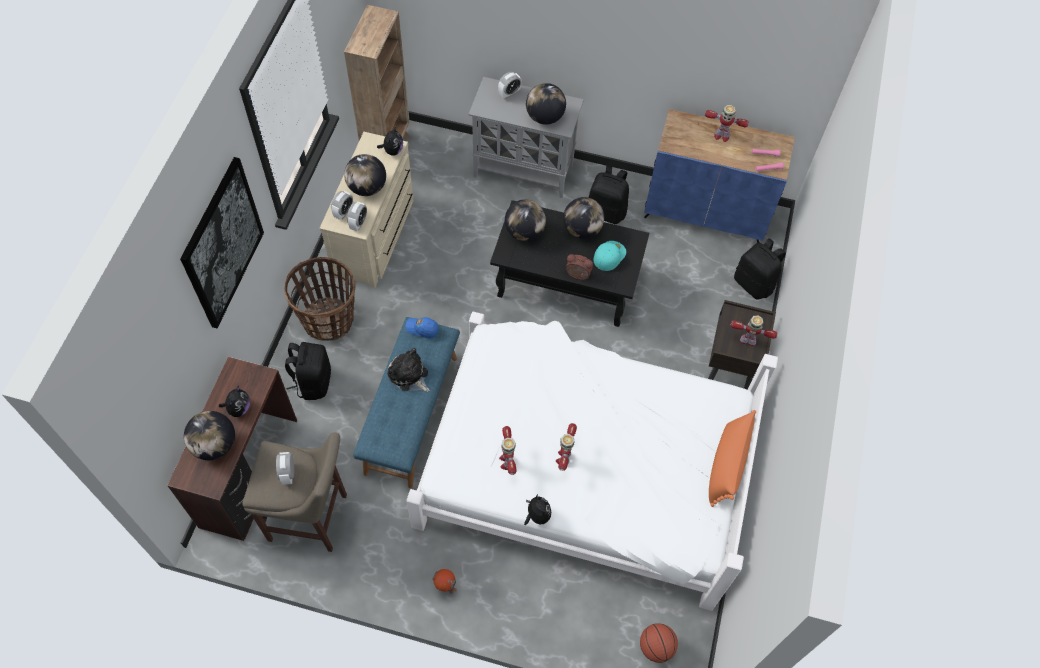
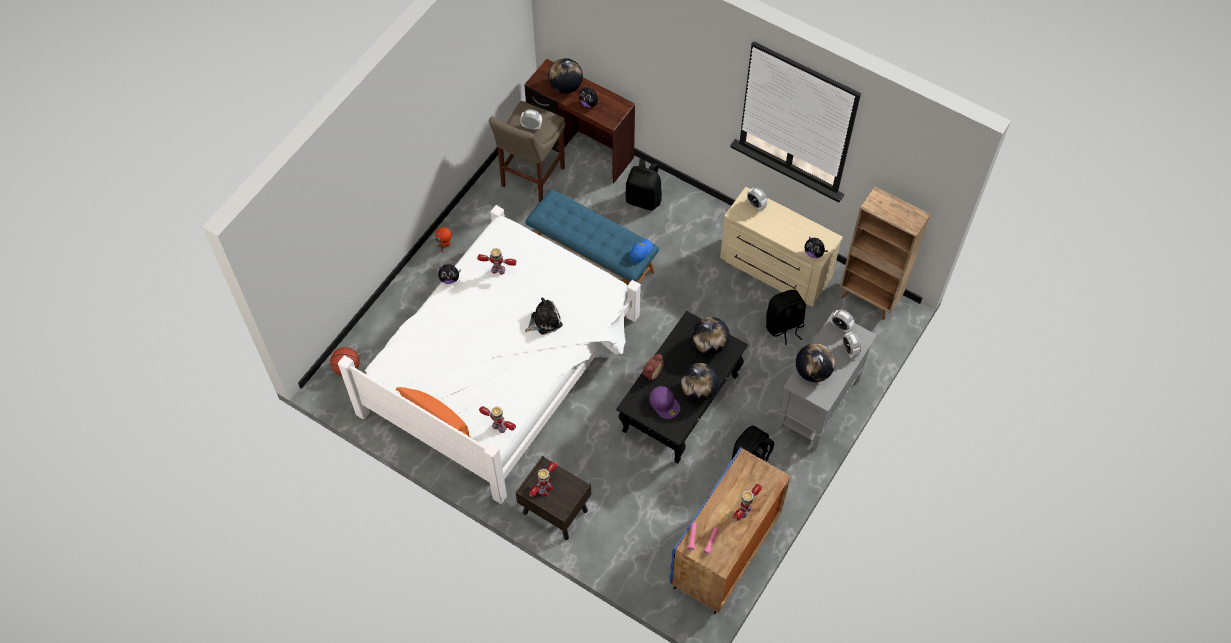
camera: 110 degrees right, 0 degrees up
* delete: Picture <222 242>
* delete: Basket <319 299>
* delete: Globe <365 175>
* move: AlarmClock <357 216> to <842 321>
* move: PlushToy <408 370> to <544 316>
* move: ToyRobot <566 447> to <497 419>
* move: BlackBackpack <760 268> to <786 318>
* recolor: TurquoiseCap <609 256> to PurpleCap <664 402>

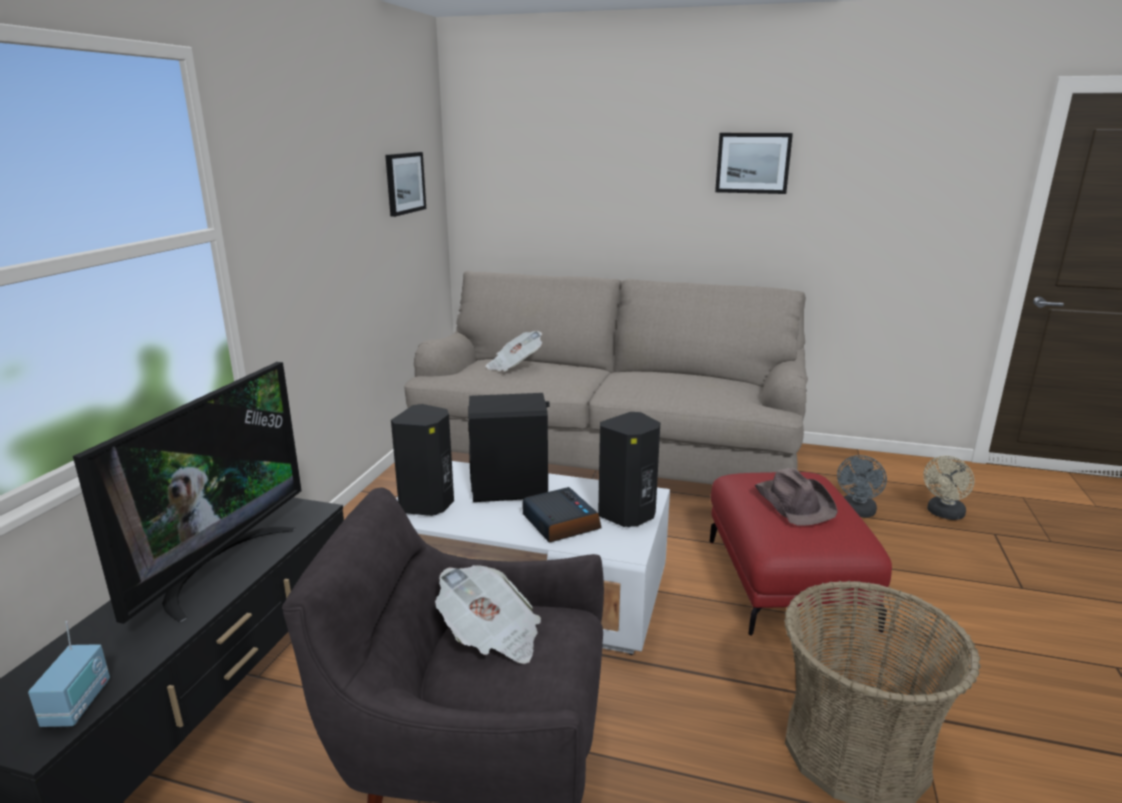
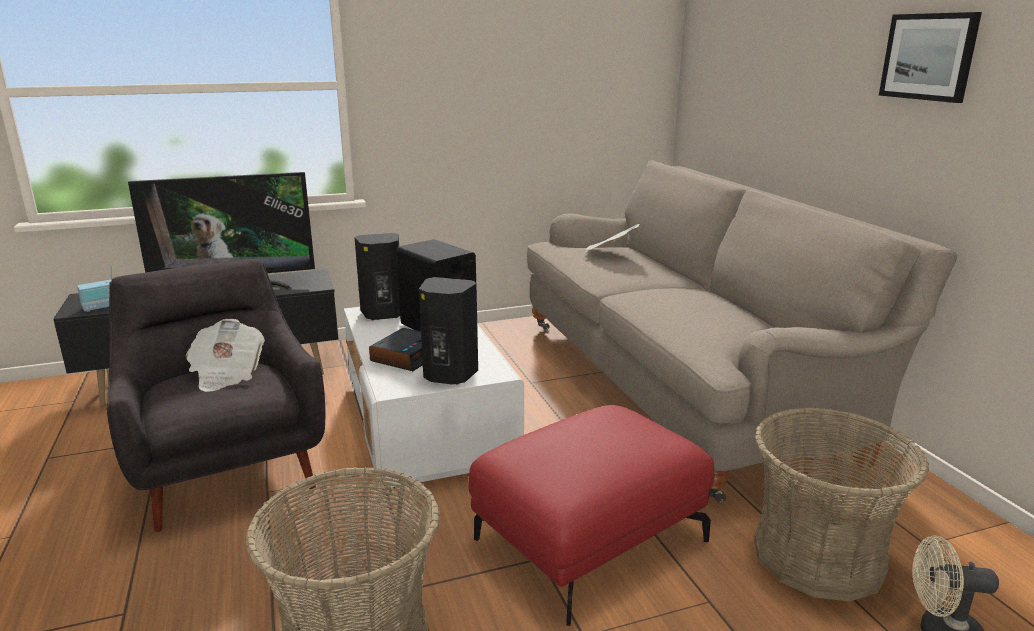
camera: 55 degrees right, 0 degrees up
* delete: Picture <405 184>
* delete: BrownHat <796 496>
* replace: GreyFan <862 486> to Basket <841 505>

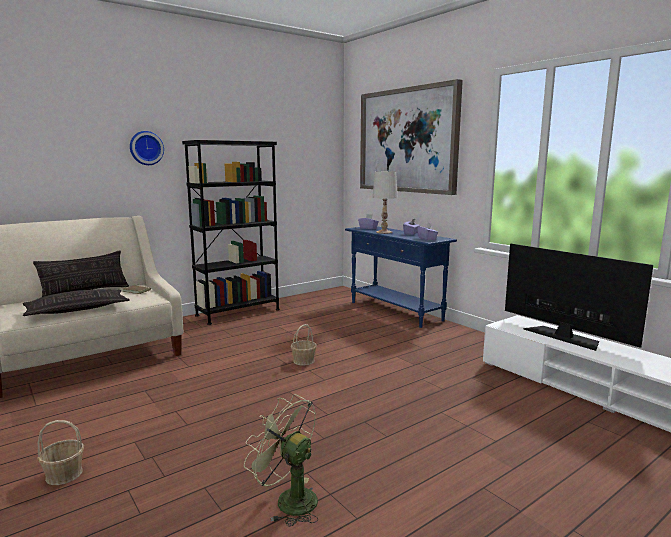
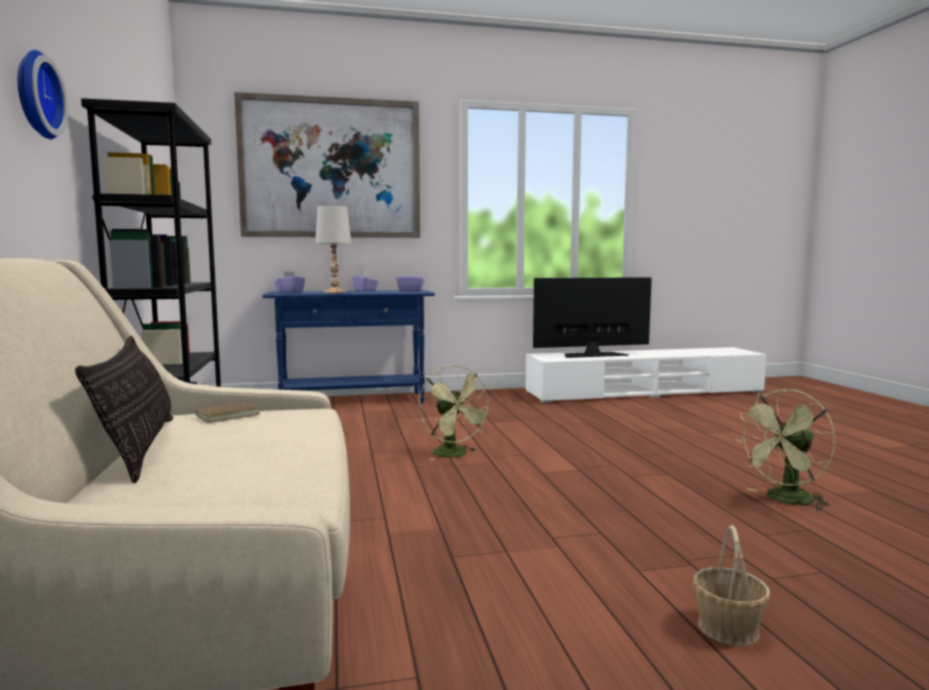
camera: 65 degrees left, 5 degrees down
* delete: Pillow <76 302>
* replace: Basket <304 345> to GreenFan <456 413>

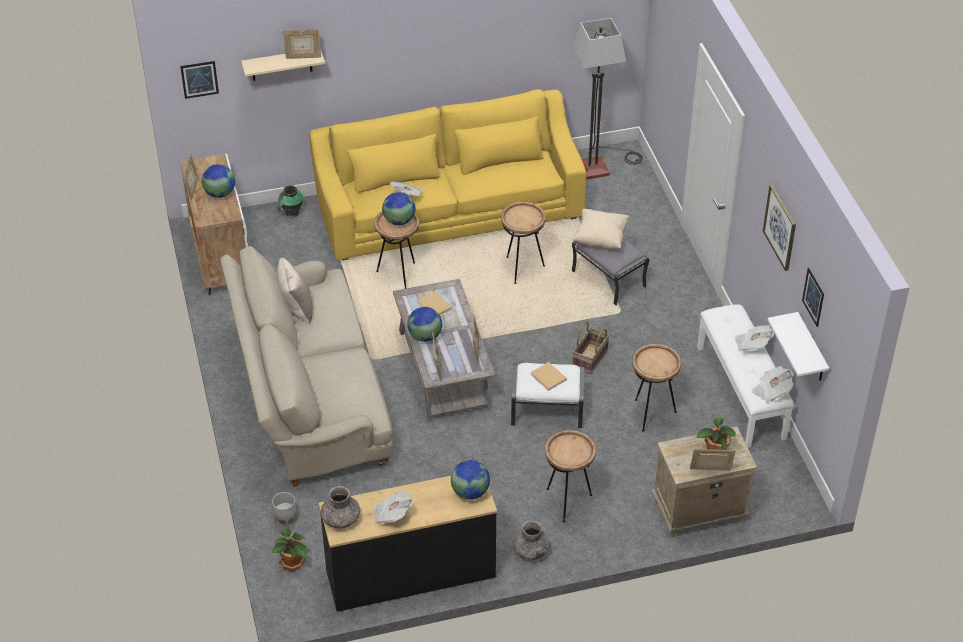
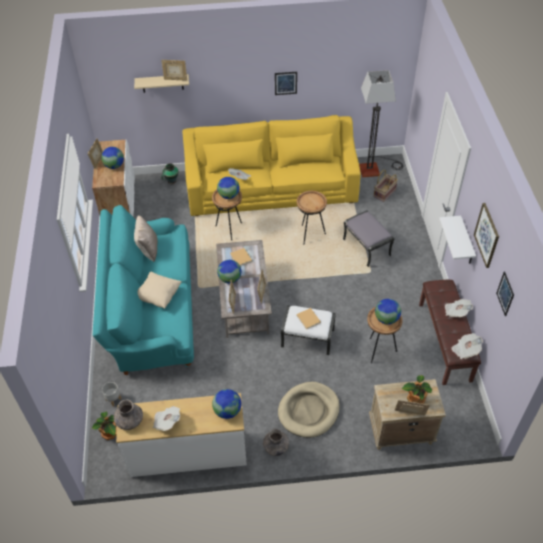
camera: 10 degrees right, 5 degrees up
* insert: Globe <388 312>
* move: Picture <199 80> to <286 83>
* move: BeigePillow <601 229> to <159 290>
* move: Basket <591 347> to <385 185>
* move: WhiteShelf <798 346> to <457 240>
* replace: BrownSideTable <570 476> to BeigeDogBed <309 410>
* recolor: BeigeSofa <306 366> to TurquoiseSofa <143 290>
* recolor: BlackDresser <408 544> to WhiteDresser <181 435>
* recolor: WhiteBench <746 376> to BrownBench <450 332>

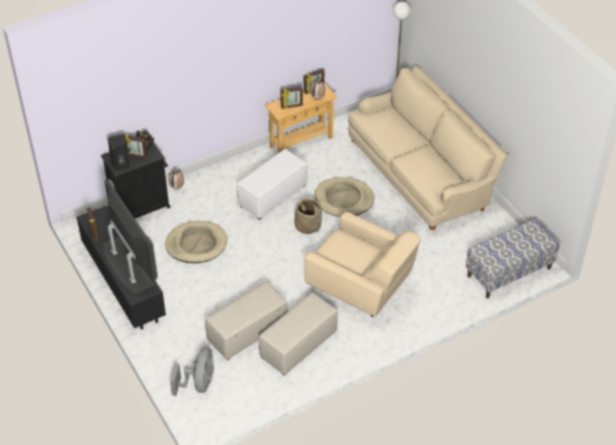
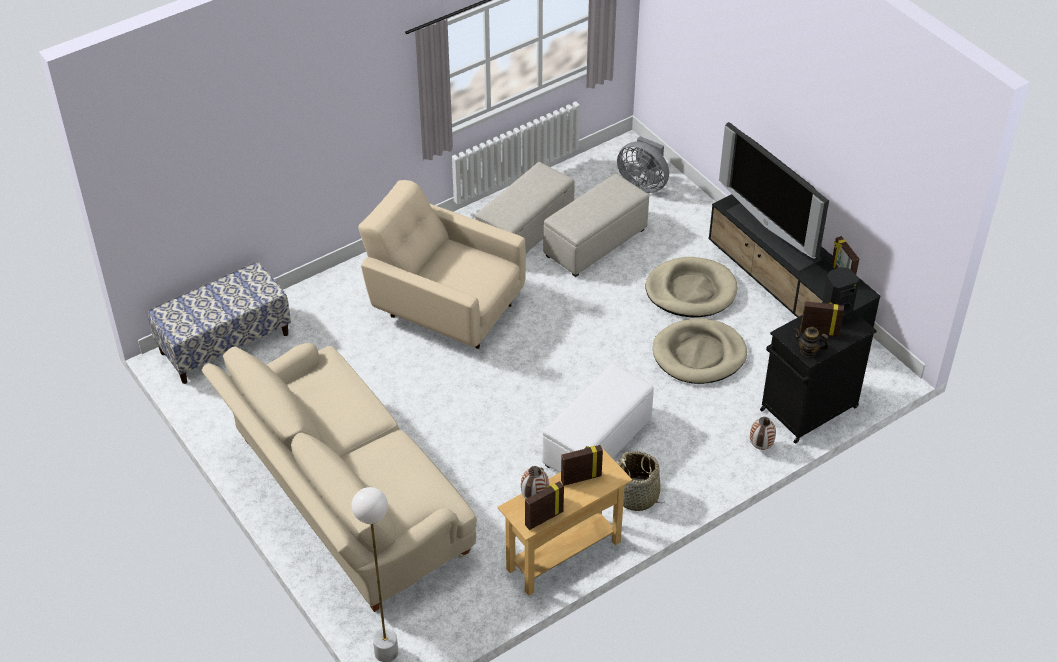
camera: 175 degrees right, 0 degrees up
* move: Basket <308 216> to <641 481>
* move: BeigeDogBed <344 197> to <692 287>
* rotate: GreyFan <192 371> = <643 164> 60 degrees counterclockwise

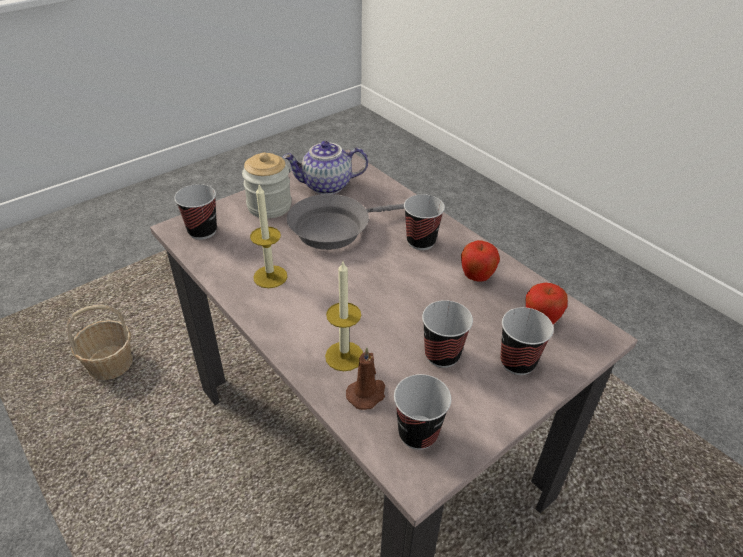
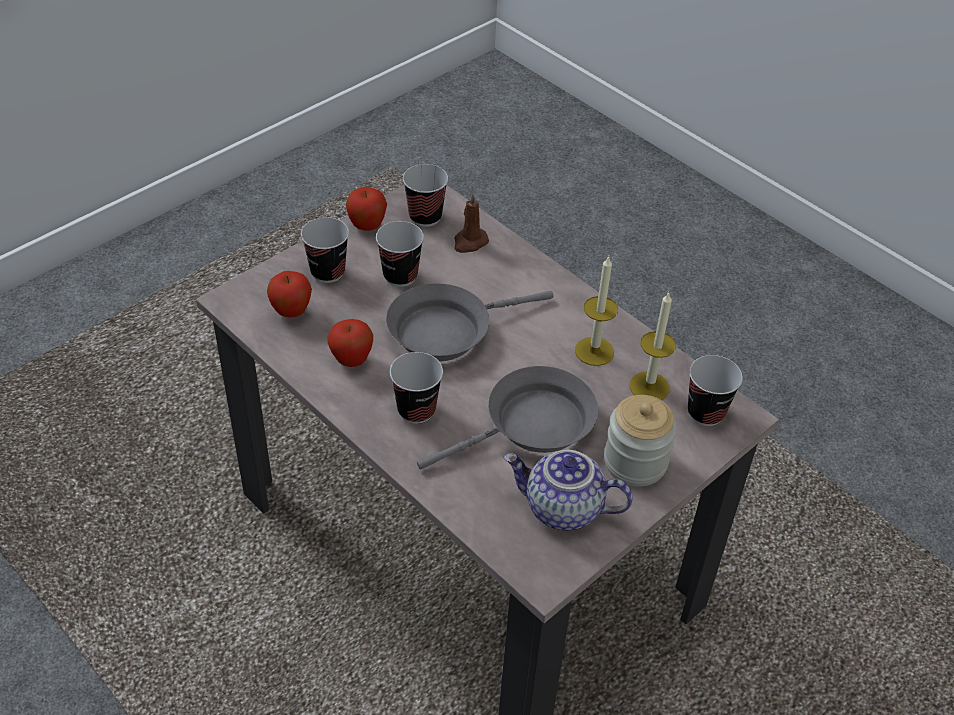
camera: 175 degrees right, 5 degrees up
* delete: Basket <100 342>
* insert: Apple <366 209>
* insert: GreyFryingPan <470 322>
* move: Candle <344 316> to <652 346>
* rotate: Teapot <325 167> = <568 490> 150 degrees counterclockwise

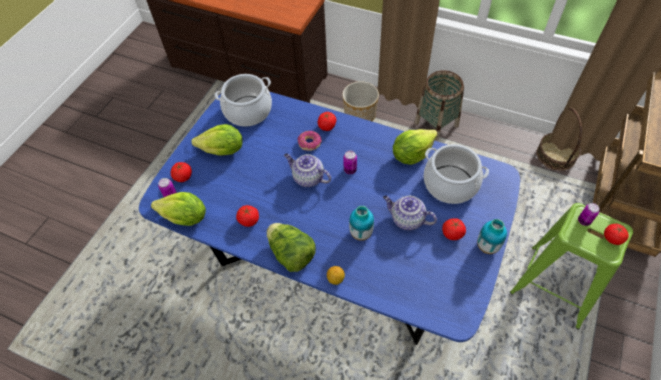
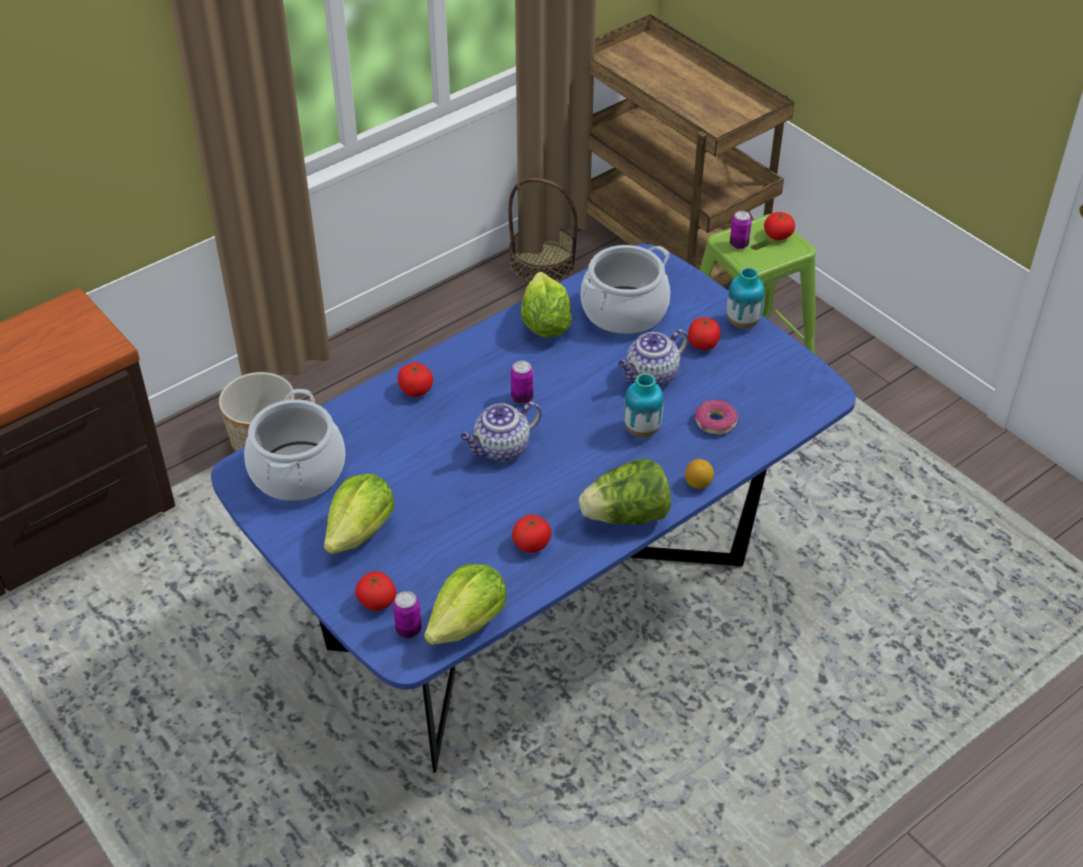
camera: 65 degrees left, 10 degrees down
* delete: Basket <439 105>
* move: Donut <310 141> to <716 417>

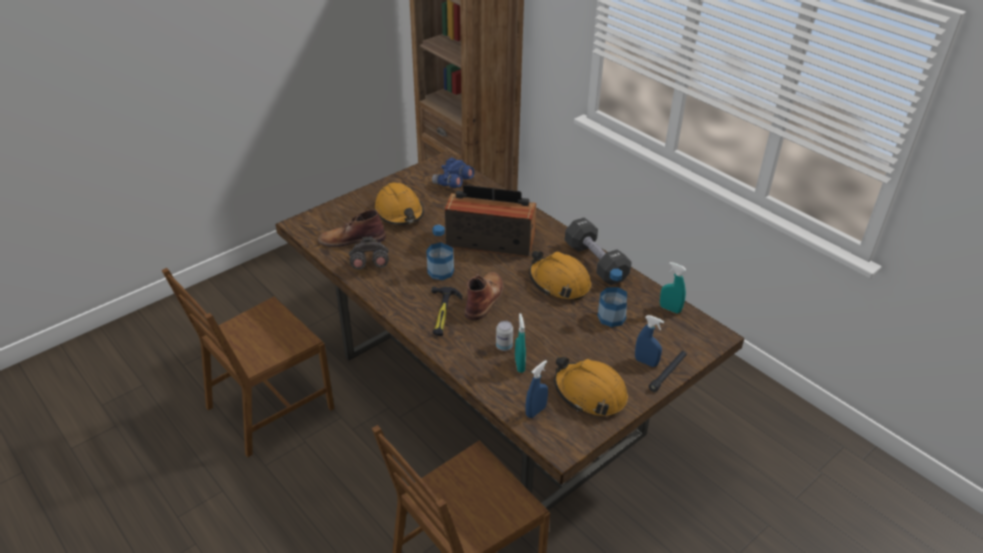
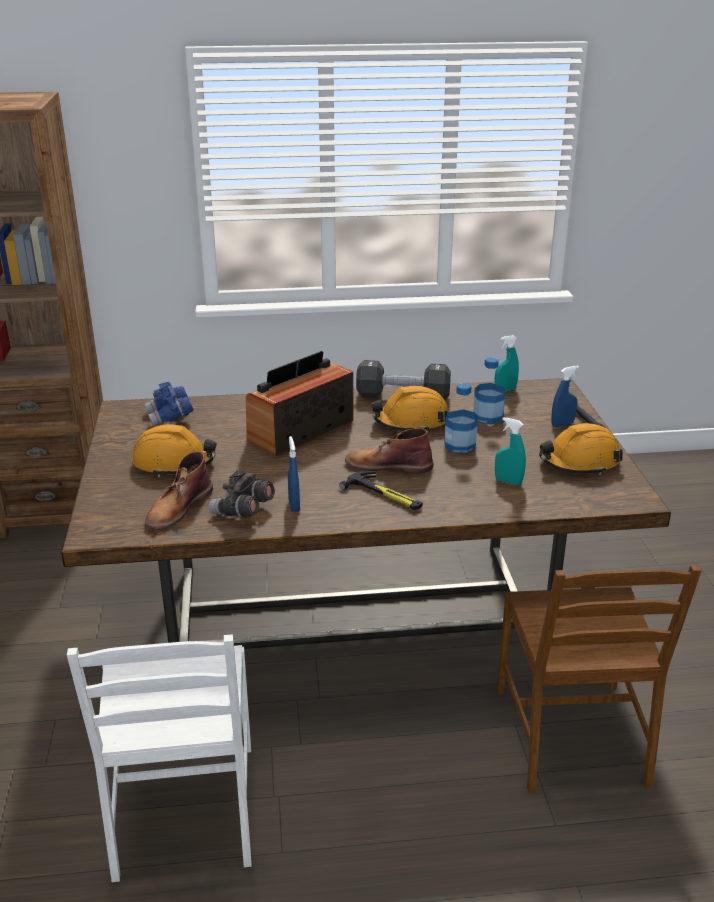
camera: 55 degrees left, 10 degrees down
* delete: Can <504 336>
* move: Bottle <440 252> to <461 418>
* move: BlueSprayBottle <537 389> to <294 474>
* recolor: BrownChair <247 362> to WhiteChair <159 758>
* rotate: BrownBoot <484 296> = <389 450> 45 degrees counterclockwise

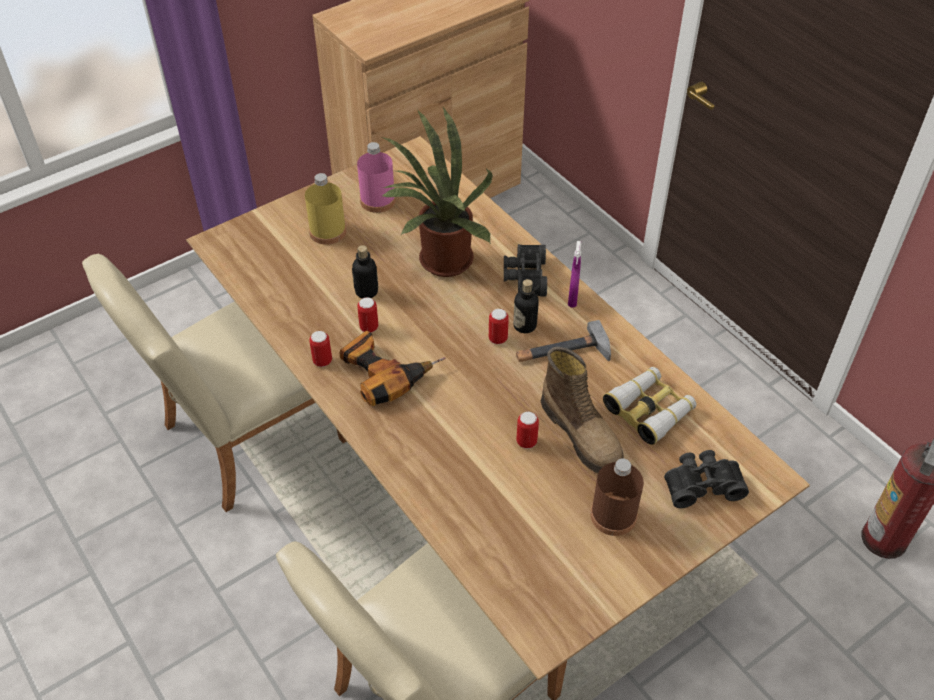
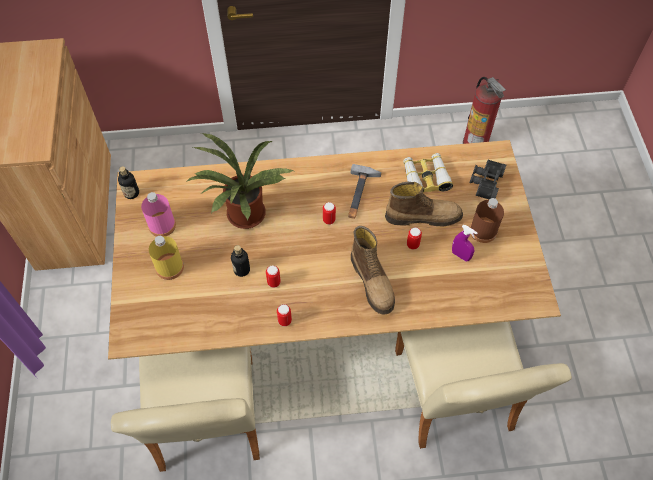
camera: 60 degrees left, 10 degrees up
* delete: PowerDrill <392 368>
* delete: BlackBinoculars <525 270>
* insert: Boot <373 270>
* move: Bottle <526 306> to <128 182>
* move: PurpleSprayBottle <574 274> to <465 243>

